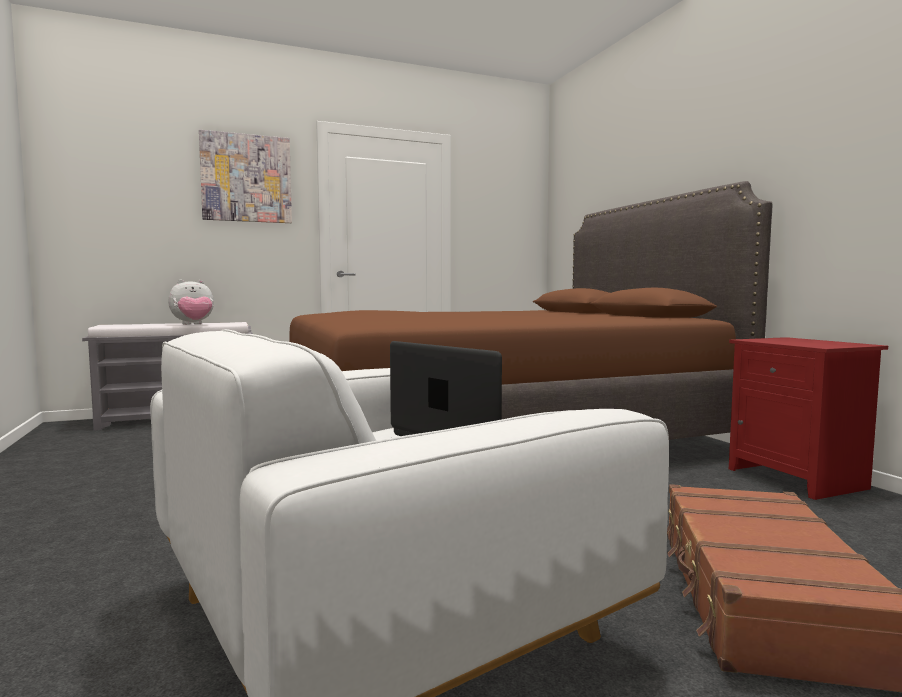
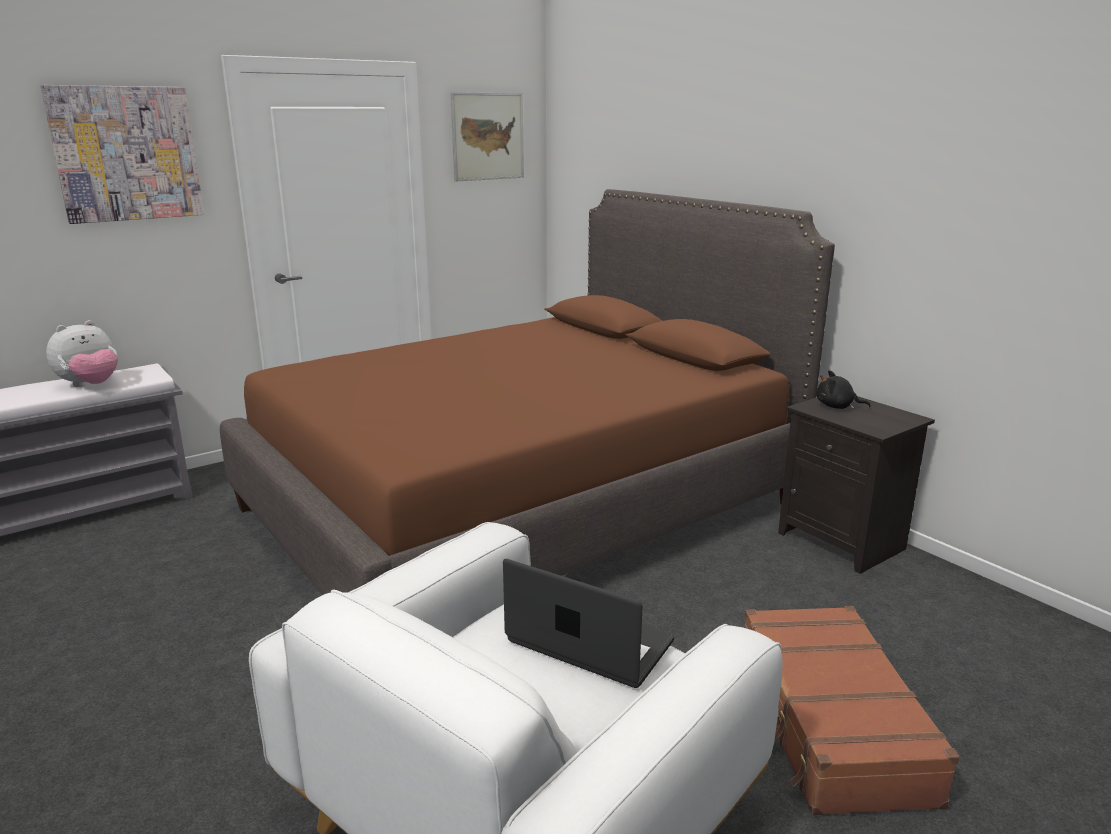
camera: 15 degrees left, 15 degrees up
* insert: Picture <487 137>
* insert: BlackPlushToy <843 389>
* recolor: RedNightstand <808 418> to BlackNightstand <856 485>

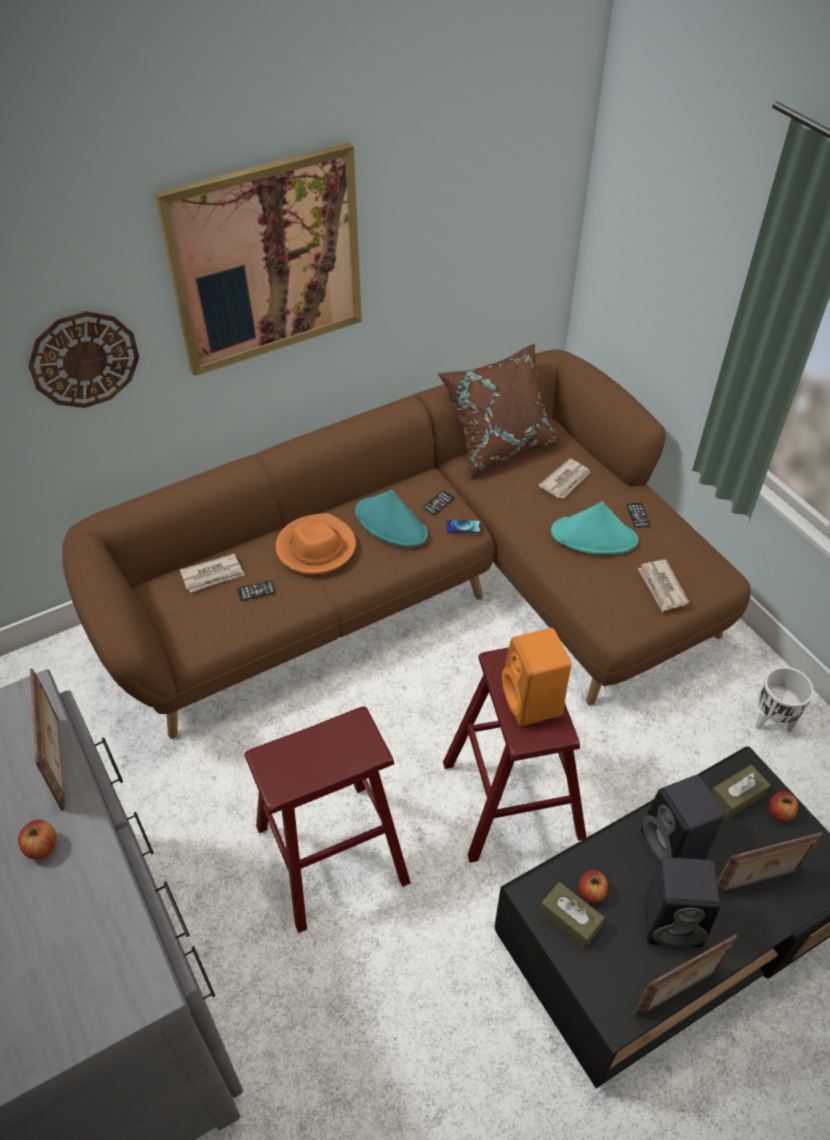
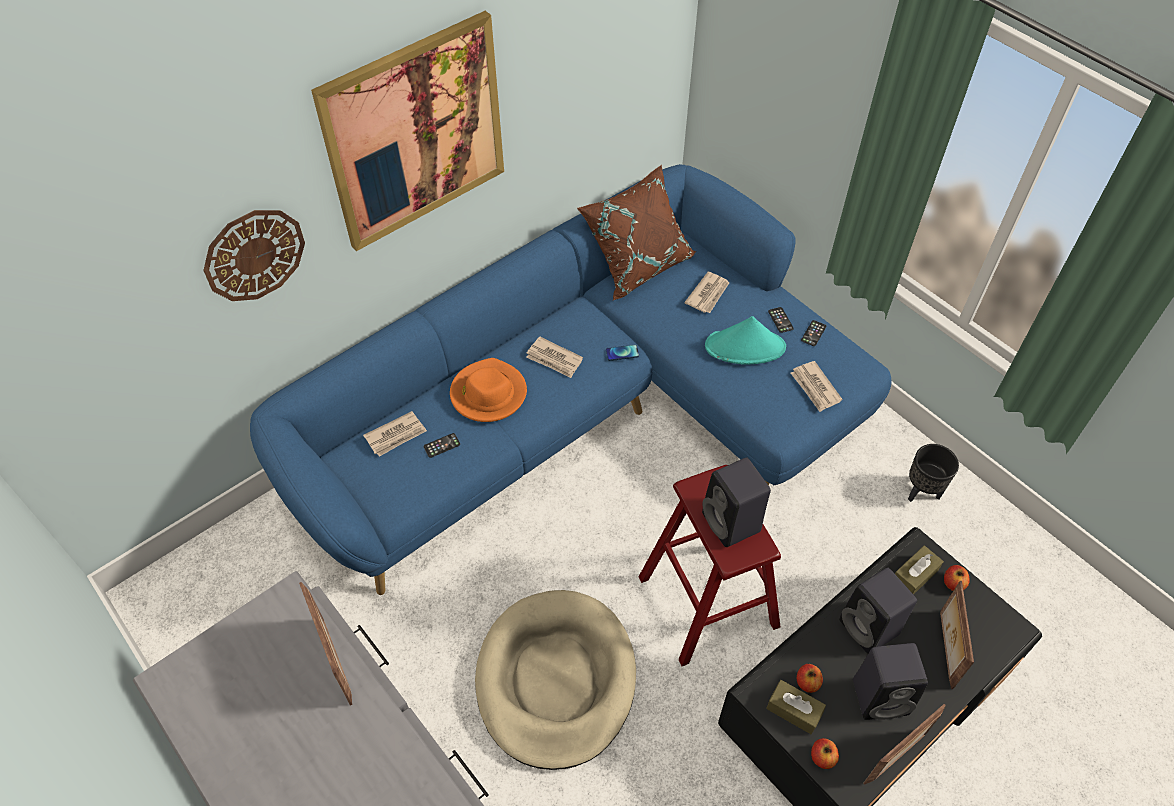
camera: 10 degrees left, 5 degrees up
* move: Apple <37 840> to <825 753>
* move: Phone <439 503> to <813 333>
* replace: RedStool <328 820> to BeigeDogBed <555 680>
* replace: TurquoiseHat <391 518> to Newspaper <554 357>
* recolor: BrownSofa <406 544> to BlueSofa <570 379>
* recolor: OrangeSpeaker <537 677> to BlackSpeaker <736 502>
* recolor: WhitePlanter <784 699> to BlackPlanter <933 473>
* rotate: PictureFrame <770 862> = <957 635> 120 degrees clockwise

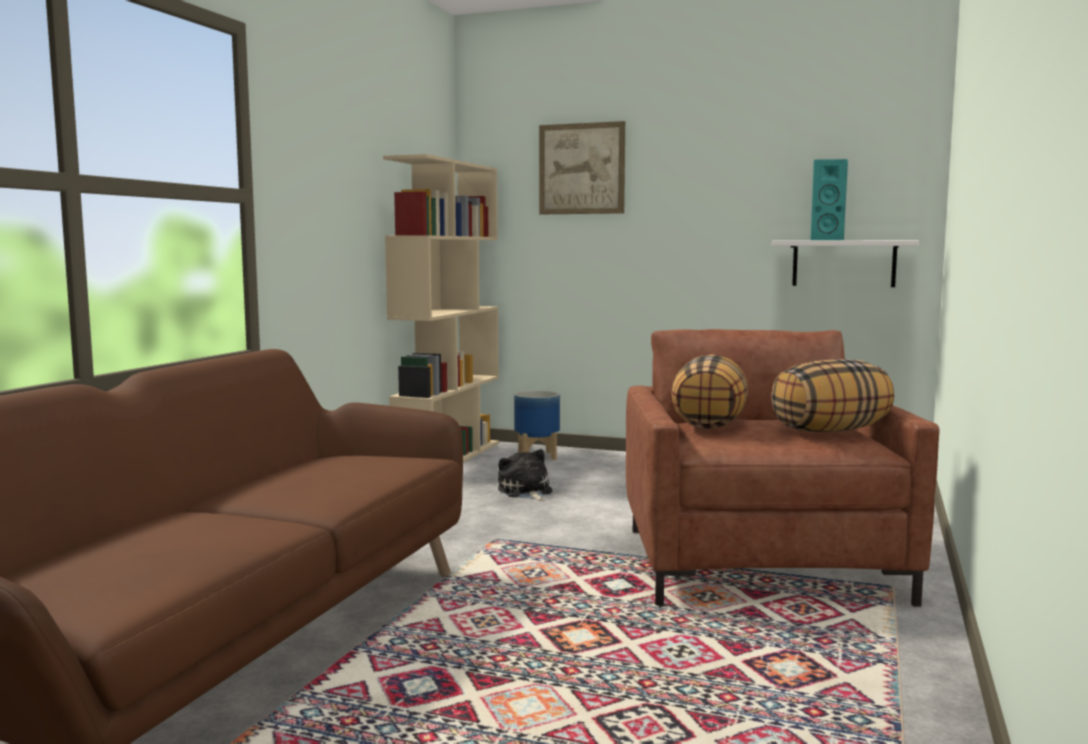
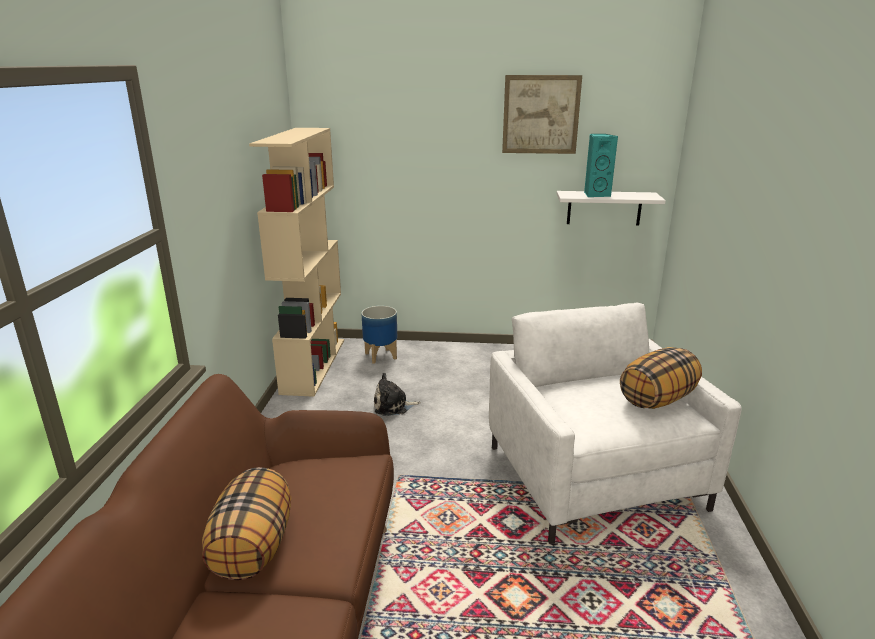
camera: 15 degrees left, 15 degrees up
* move: Picture <582 167> to <542 114>
* move: Pillow <709 391> to <246 523>
* recolor: BrownArmchair <783 468> to WhiteArmchair <615 423>
* rotate: PlushToy <525 475> = <397 394> 60 degrees counterclockwise

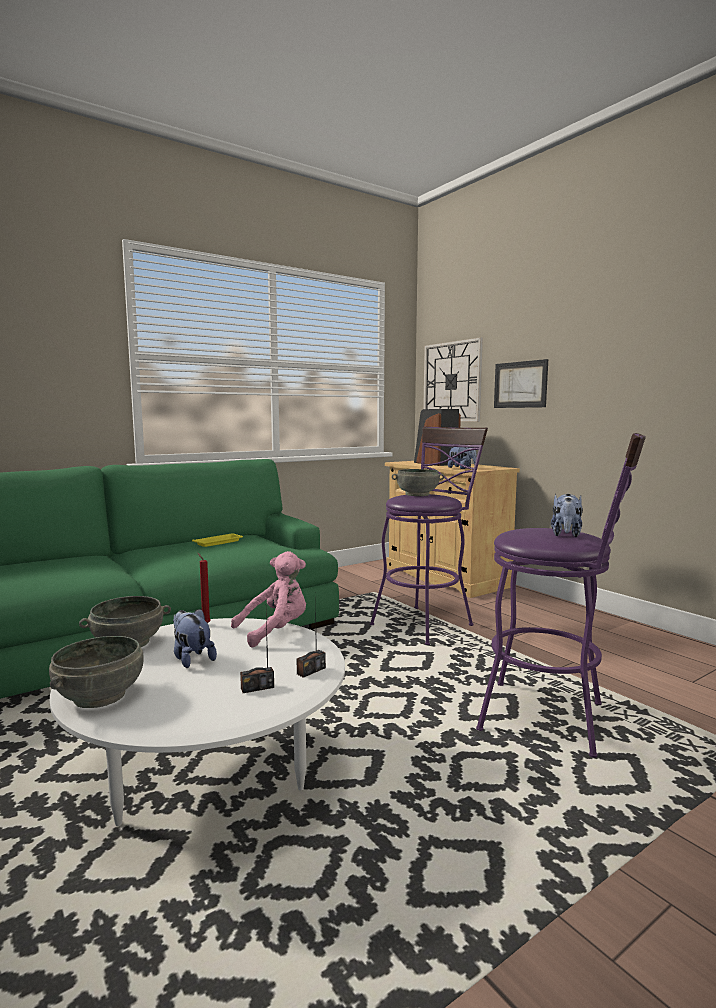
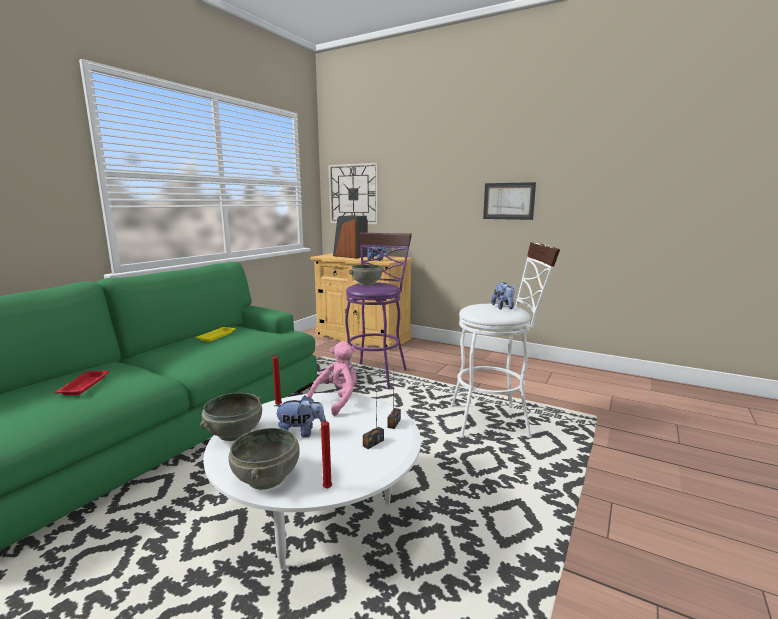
camera: 25 degrees left, 5 degrees up
* insert: RedTray <82 383>
* insert: RedCandle <326 454>
* move: Picture <521 383> to <509 201>
* recolor: PurpleStool <561 595> to WhiteStool <505 340>
* rotate: PlushToy <195 638> = <300 417> 150 degrees clockwise

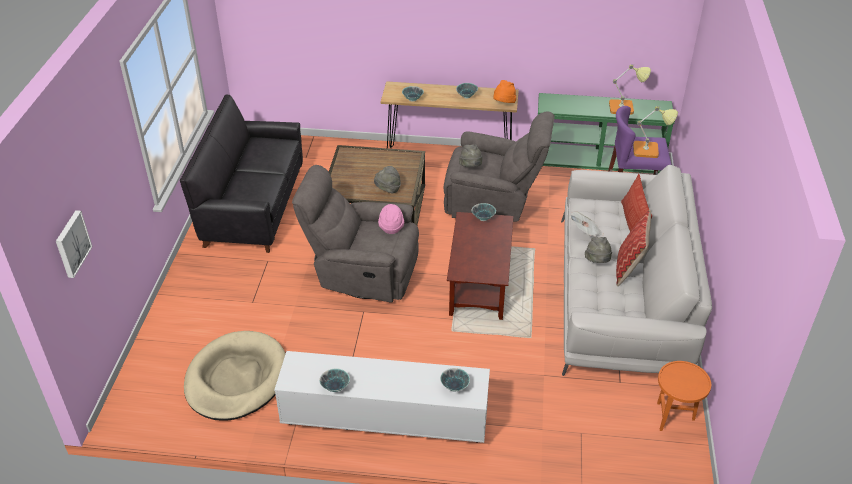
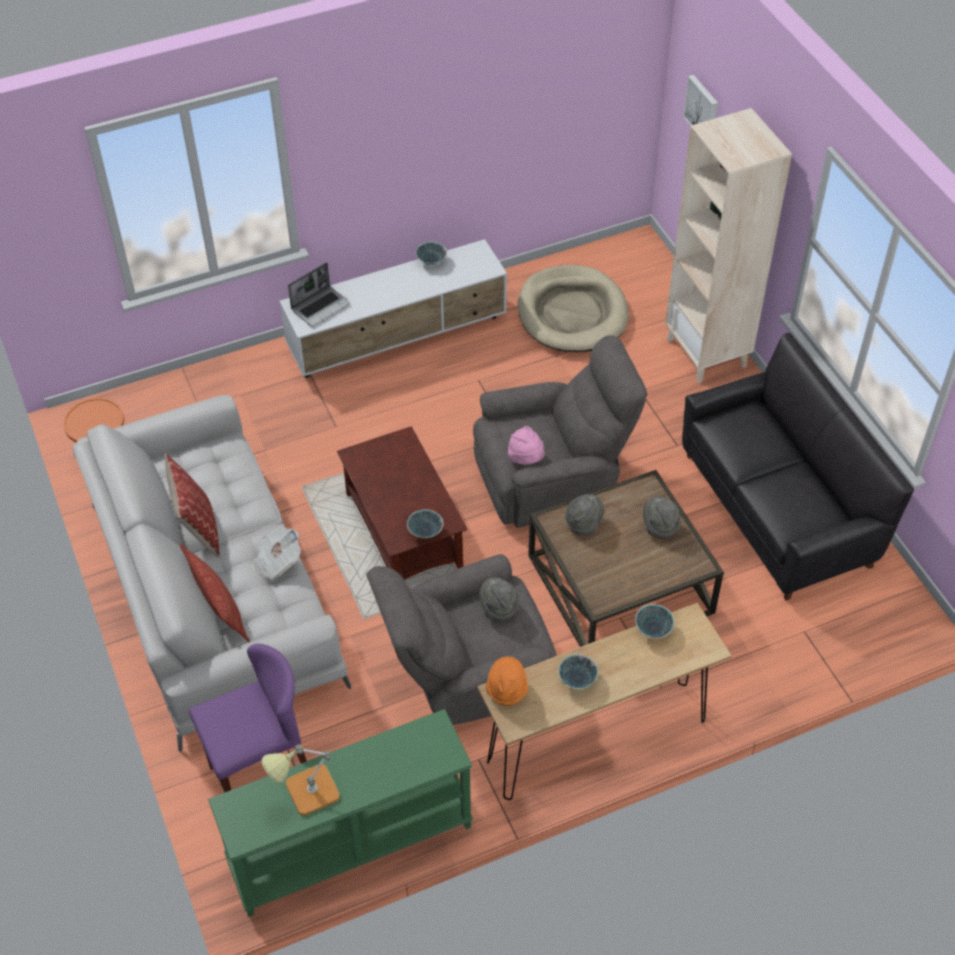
camera: 150 degrees right, 10 degrees up
* delete: TableLamp <655 132>
* insert: BeigeBookcase <728 245>
* move: GreyHat <598 250> to <662 517>
* replace: Bowl <455 379> to Laptop <319 294>

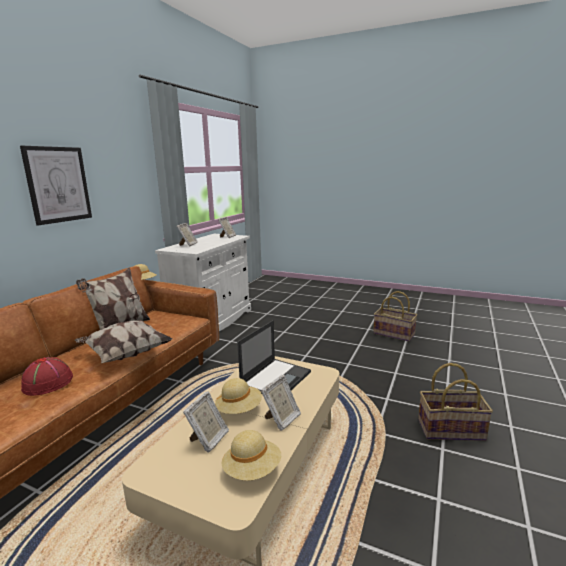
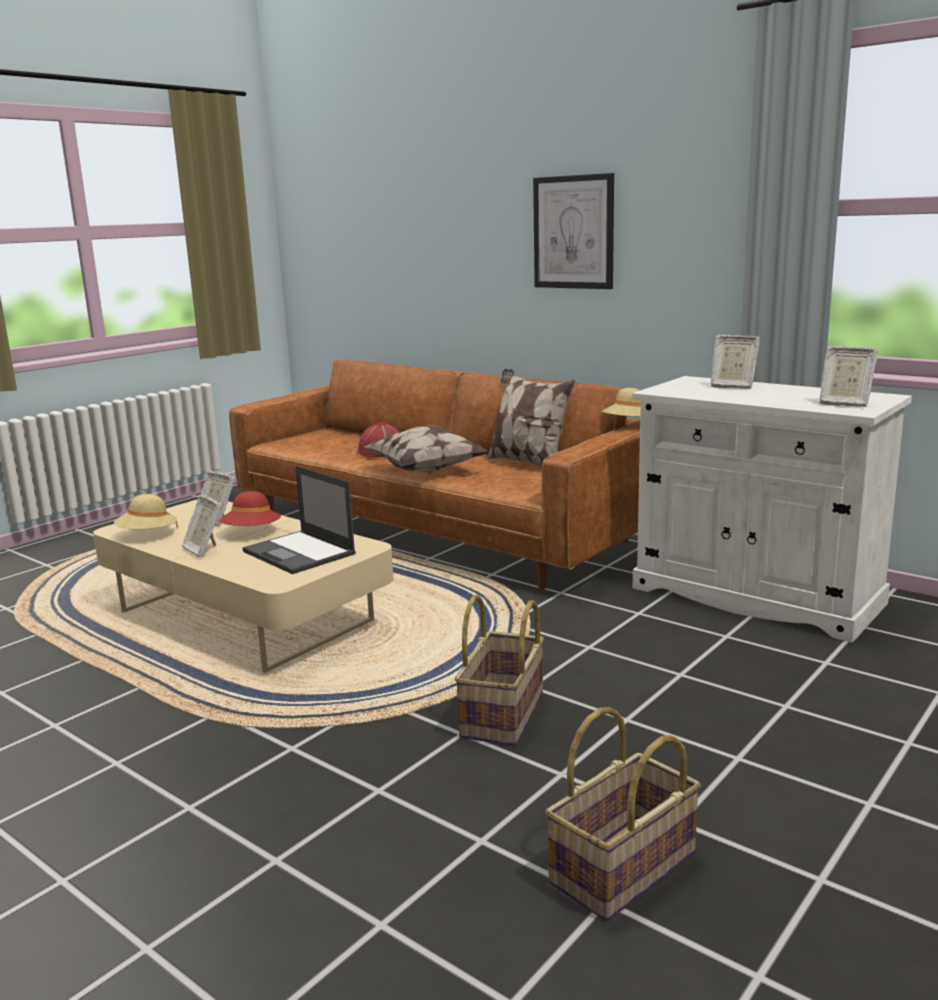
camera: 105 degrees right, 0 degrees up
* move: Basket <455 402> to <499 670>
* recolor: BeigeHat <238 396> to RedHat <250 508>

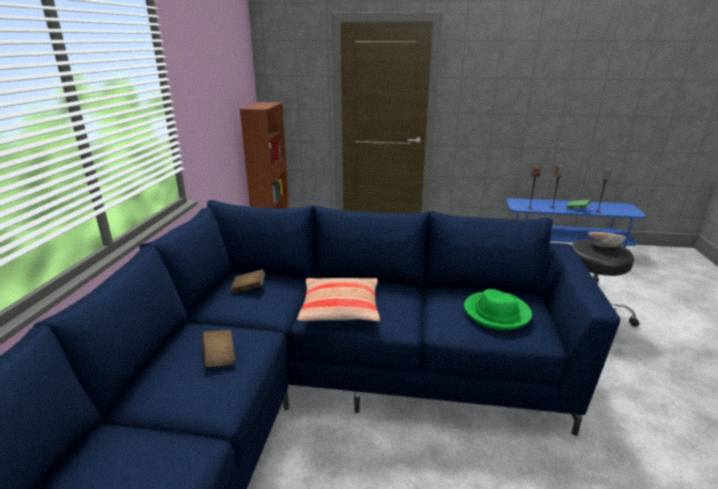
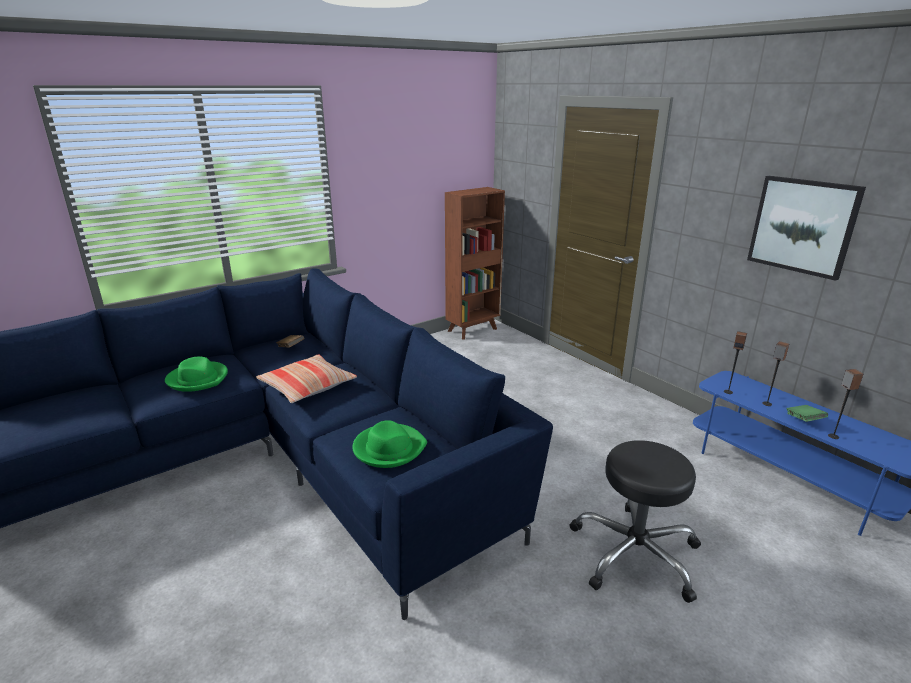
camera: 45 degrees right, 0 degrees up
* delete: Bowl <607 239>
* insert: Picture <806 228>
* replace: BrownBook <218 348> to GreenHat <196 374>

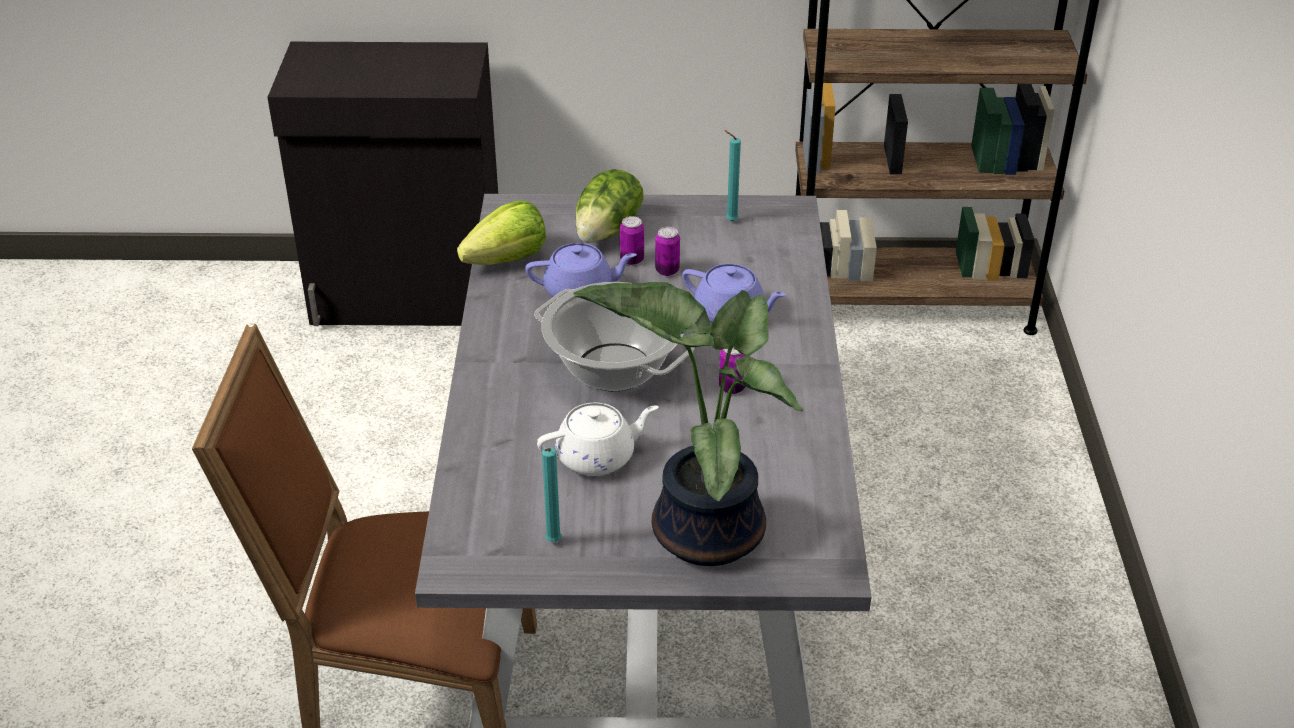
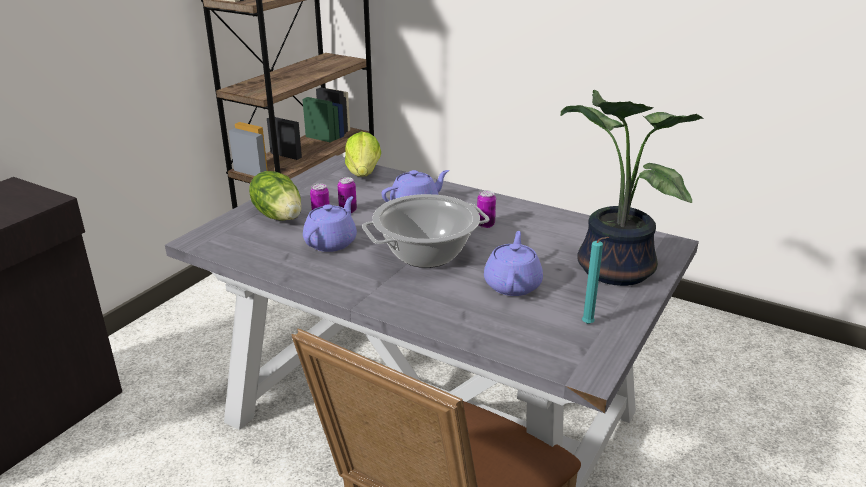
camera: 60 degrees left, 10 degrees down
* delete: TurquoiseCandle <732 175>
* move: Lettuce <501 233> to <363 154>
* recolor: WhiteTeapot <598 439> to PurpleTeapot <513 263>

